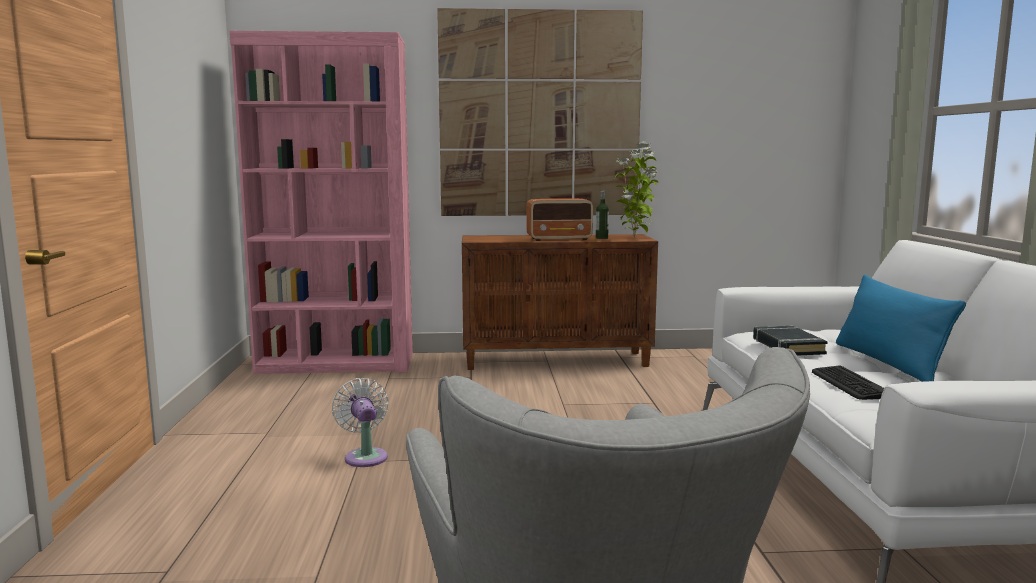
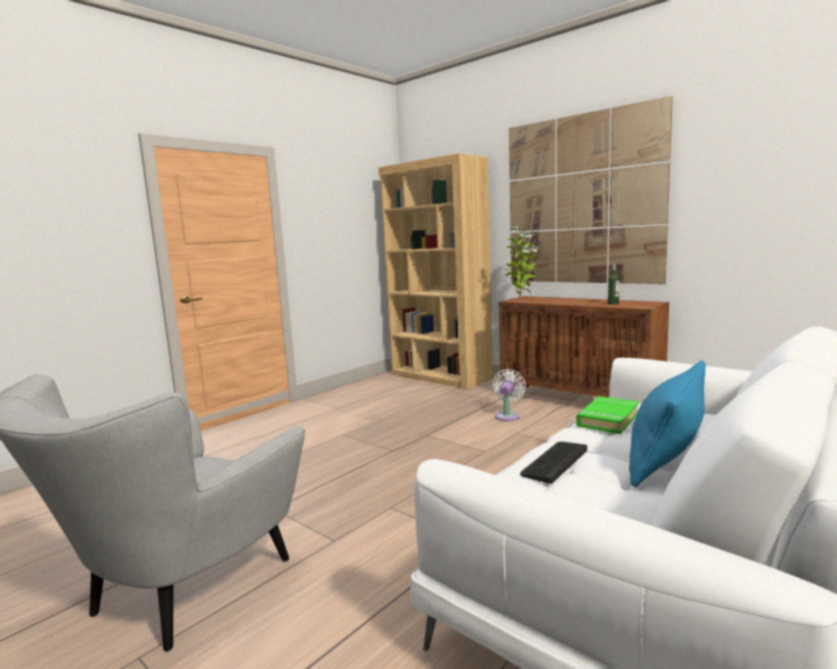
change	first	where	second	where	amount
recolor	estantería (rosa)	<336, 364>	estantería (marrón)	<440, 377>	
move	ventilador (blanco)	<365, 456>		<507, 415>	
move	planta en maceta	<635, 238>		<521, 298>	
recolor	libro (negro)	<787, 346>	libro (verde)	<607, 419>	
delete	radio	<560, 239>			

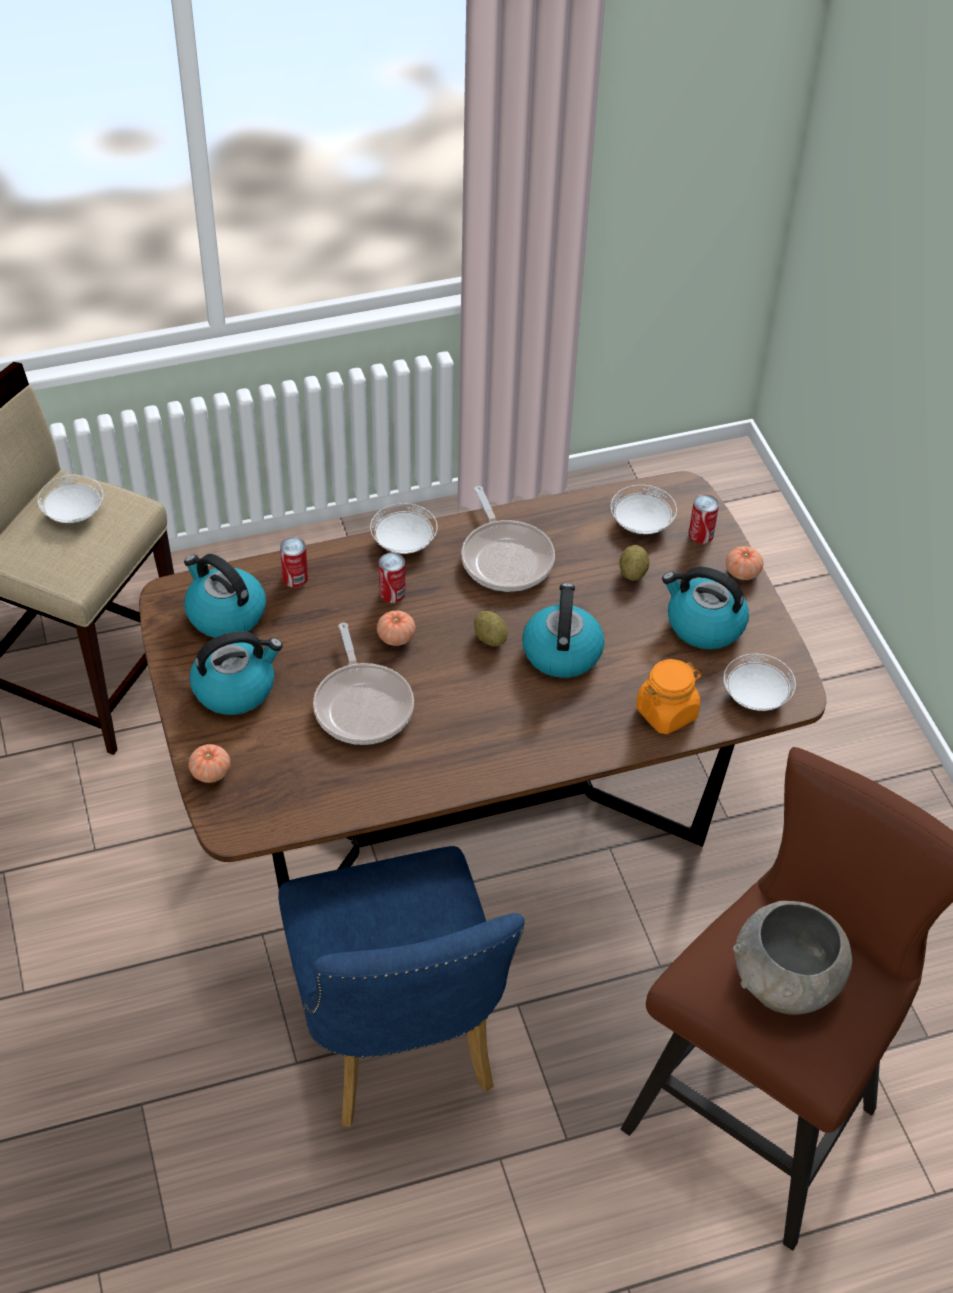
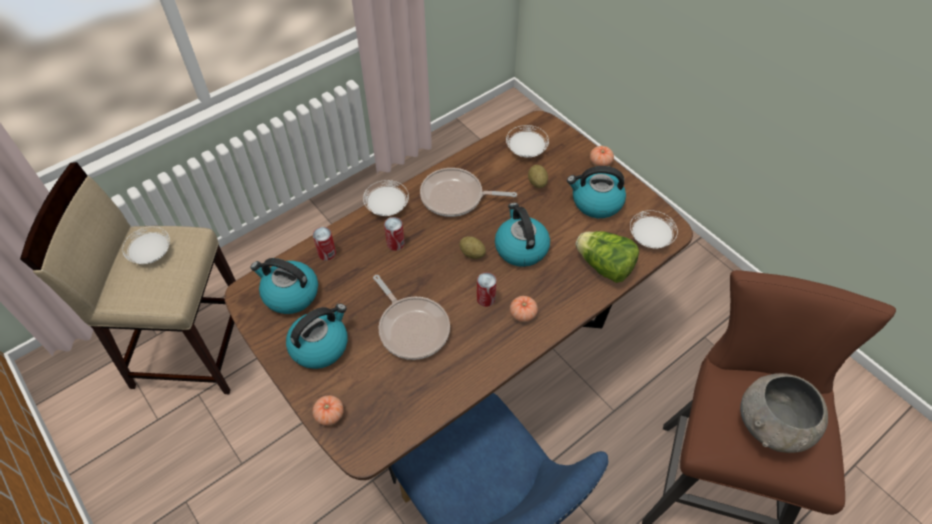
change	first	where	second	where	amount
rotate	sartén	<505, 558>		<456, 197>	135 degrees clockwise
move	lata	<701, 534>		<486, 298>	
move	tomate	<396, 637>		<523, 314>	
replace	tarro (naranja)	<667, 712>	lechuga	<604, 267>	

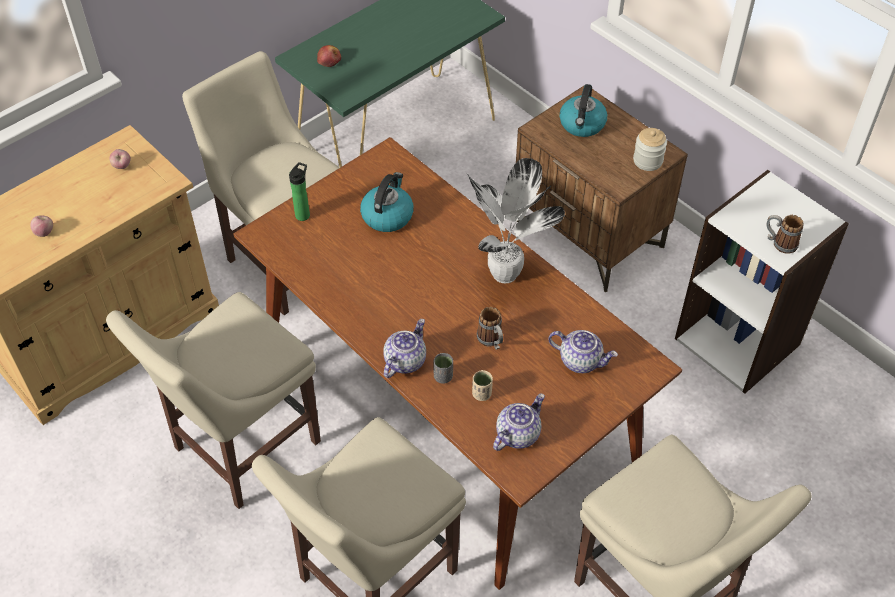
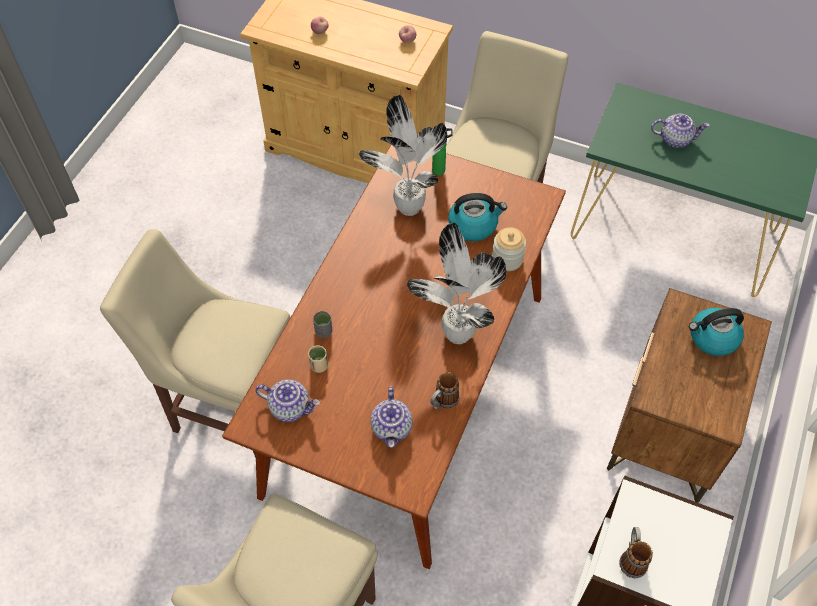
change	first	where	second	where	amount
insert			planta en maceta	<408, 209>	
move	taza grande	<492, 341>		<443, 402>	
move	tarro	<647, 161>		<507, 259>	
move	tetera	<404, 361>		<675, 139>	
delete	silla (beis)	<241, 448>			
delete	manzana	<329, 60>			

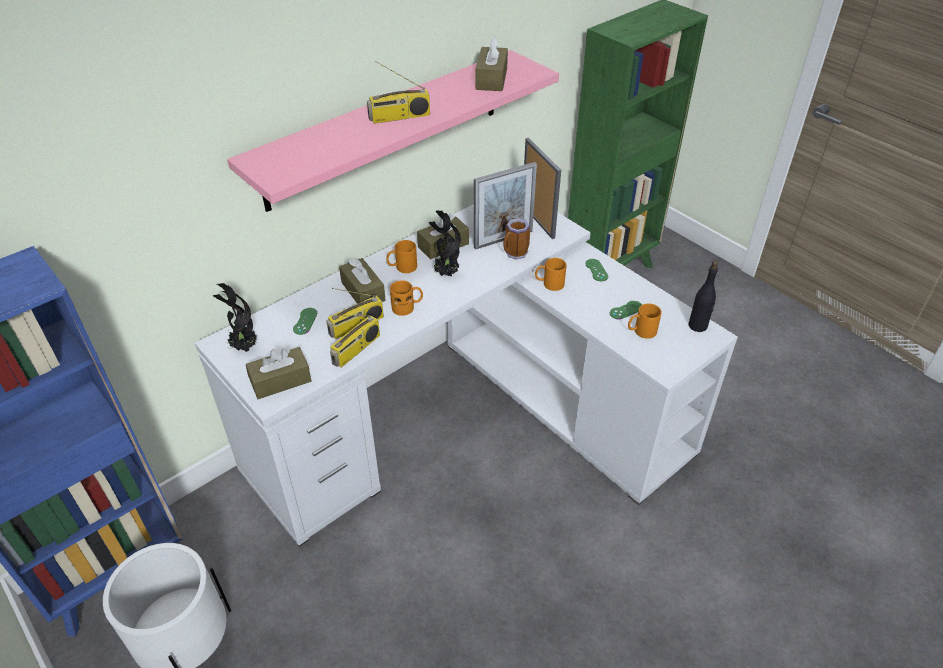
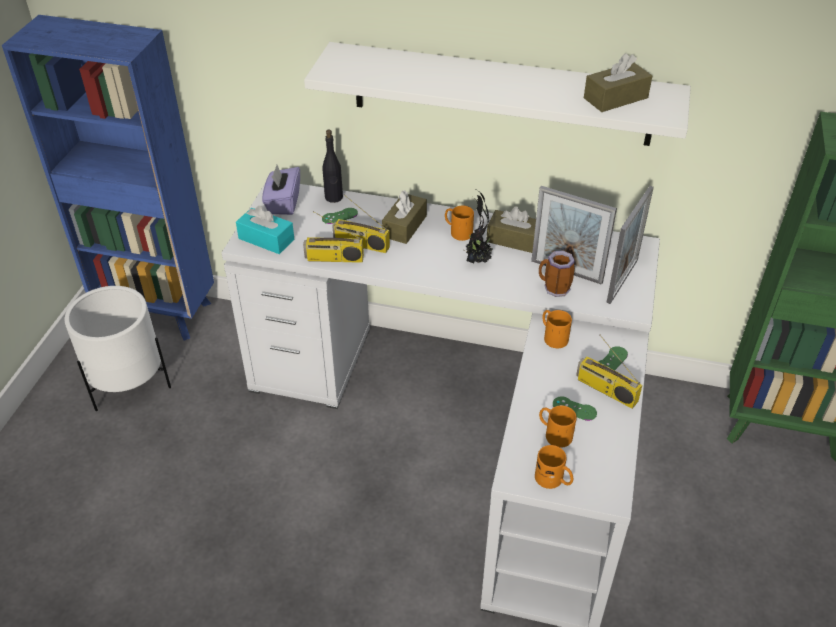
change	first	where	second	where	amount
recolor	caja de pañuelos (marrón)	<280, 381>	caja de pañuelos (turquesa)	<266, 239>	
replace	planta en maceta	<243, 347>	caja de pañuelos (morado)	<283, 203>	
recolor	estante (rosa)	<386, 129>	estante (blanco)	<501, 94>	
move	botella (negro)	<698, 326>		<334, 197>	
move	taza grande (naranja)	<407, 307>		<554, 480>	
move	radio	<399, 117>		<605, 390>	

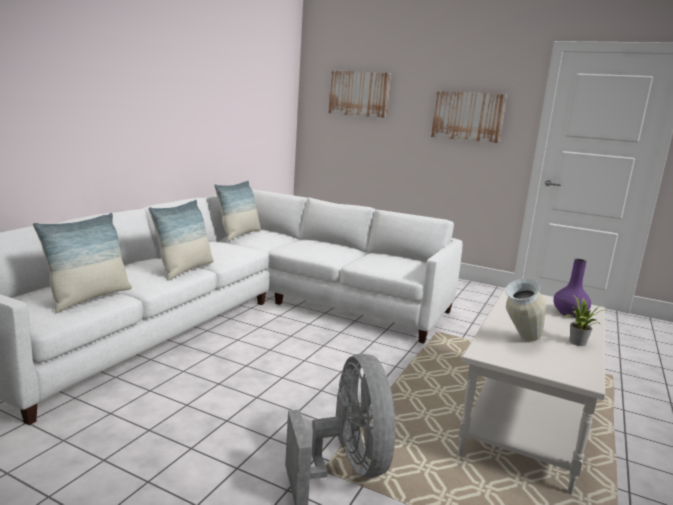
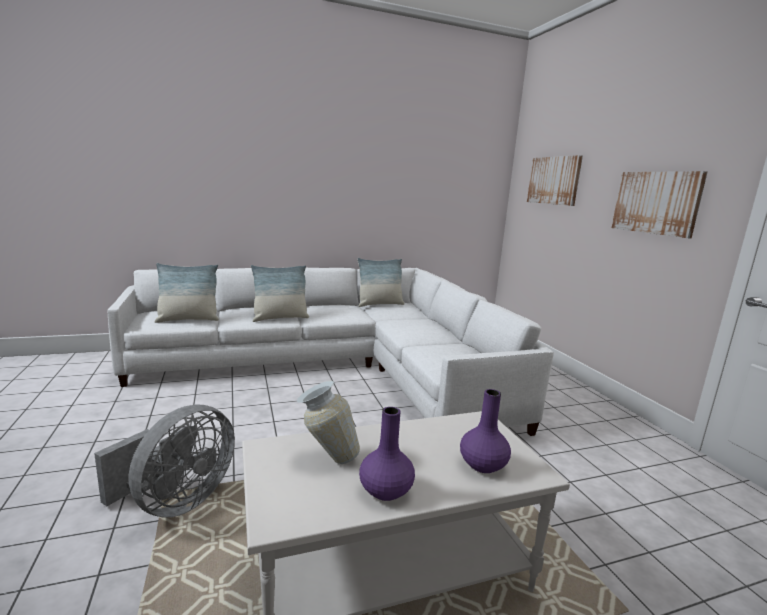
change	first	where	second	where	amount
replace	planta en maceta	<575, 342>	florero (morado)	<386, 491>	

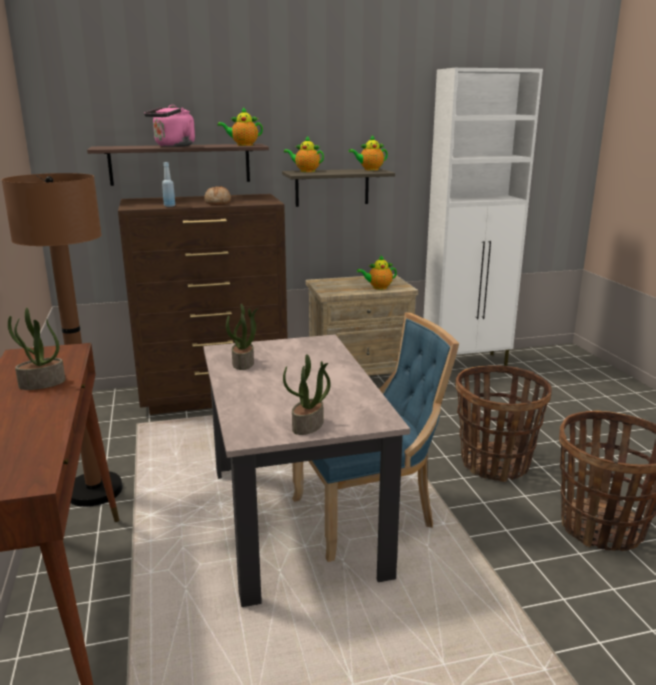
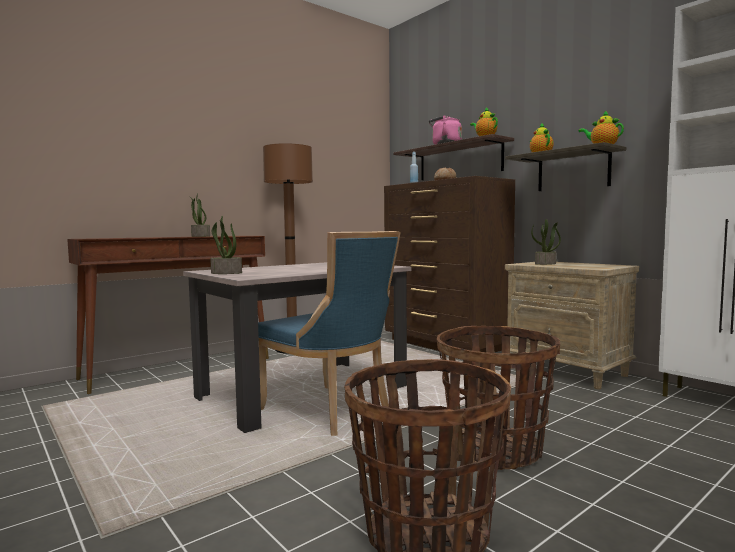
change	first	where	second	where	amount
move	planta en maceta	<243, 363>		<545, 264>	
delete	tetera	<378, 287>			

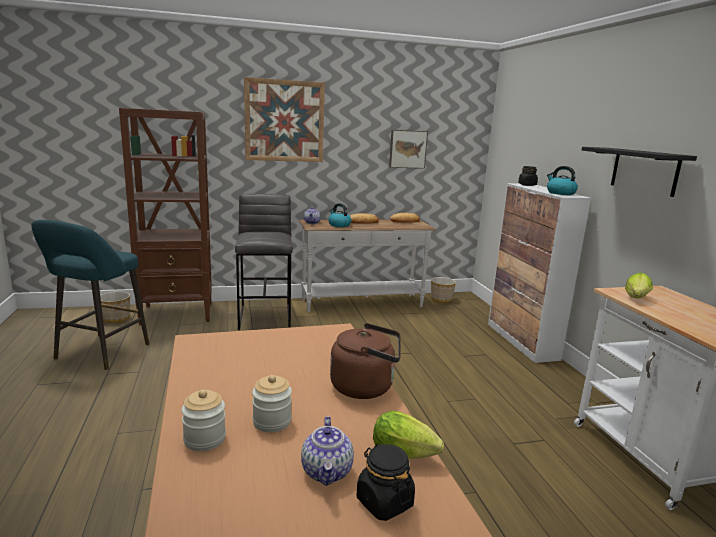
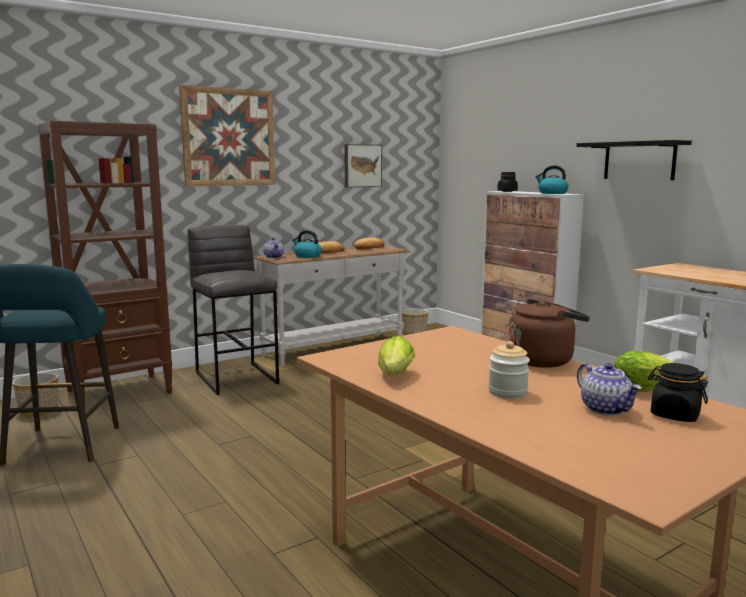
change	first	where	second	where	amount
move	lechuga	<636, 299>		<394, 376>	
delete	tarro	<204, 439>			

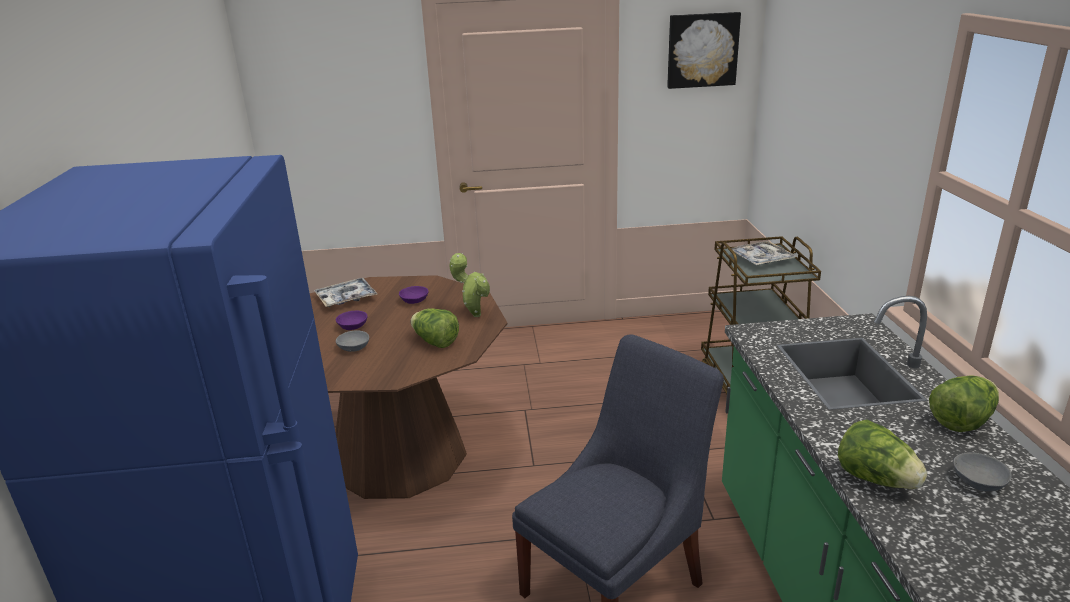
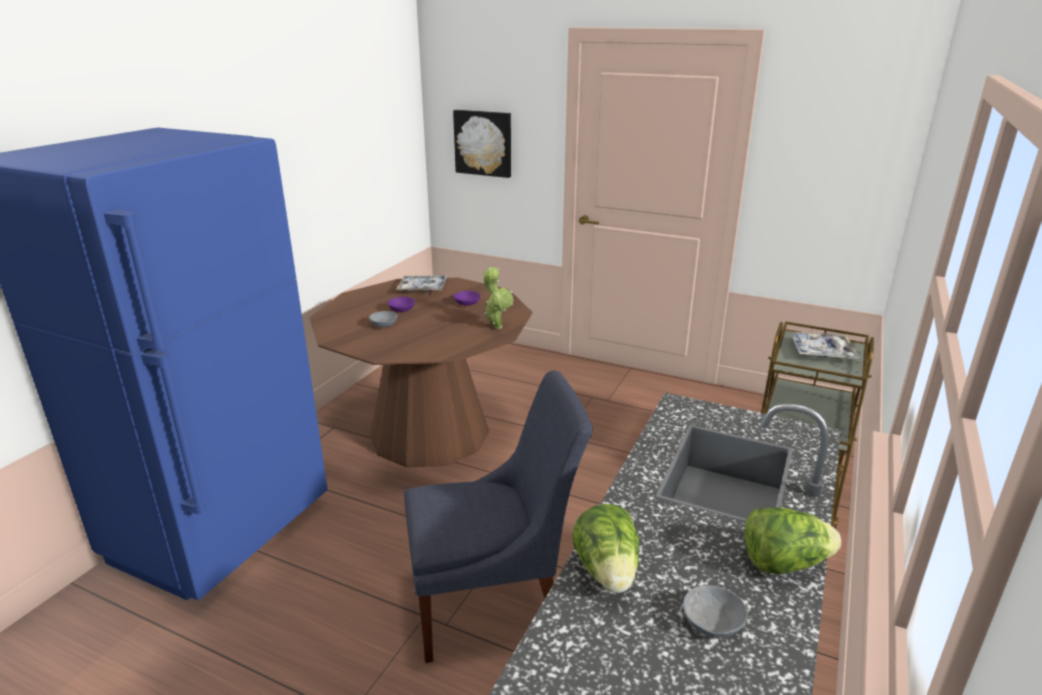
change	first	where	second	where	amount
move	cuadro	<702, 50>		<483, 143>	
delete	lechuga	<435, 342>			

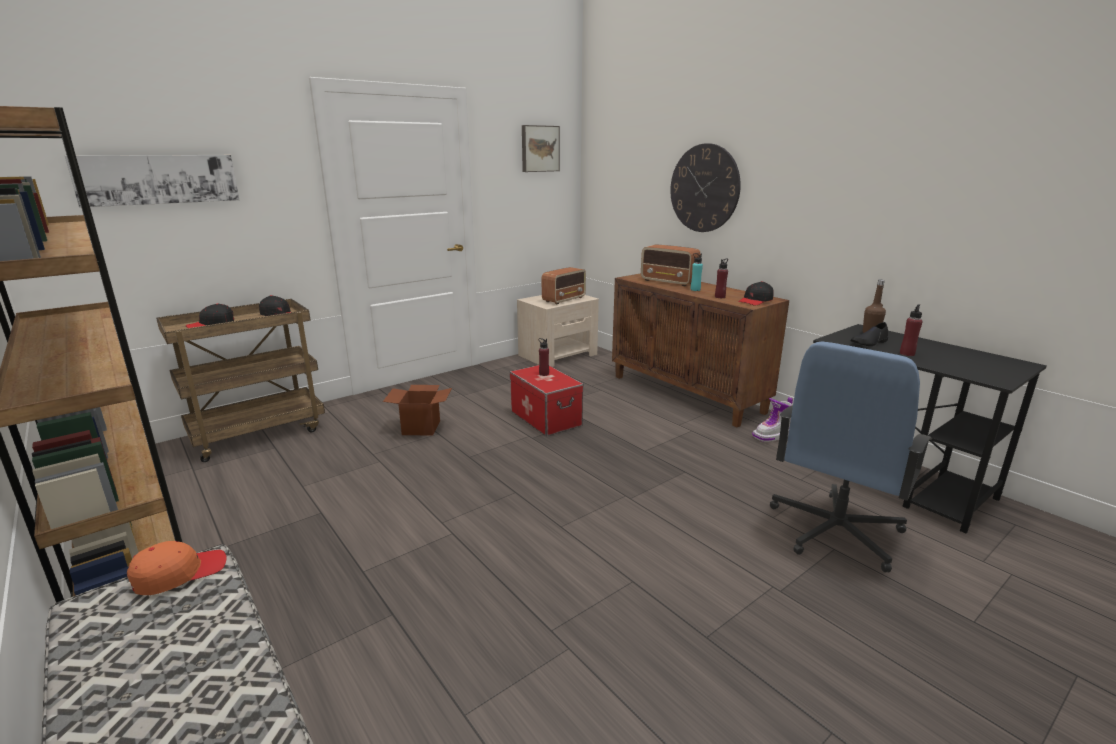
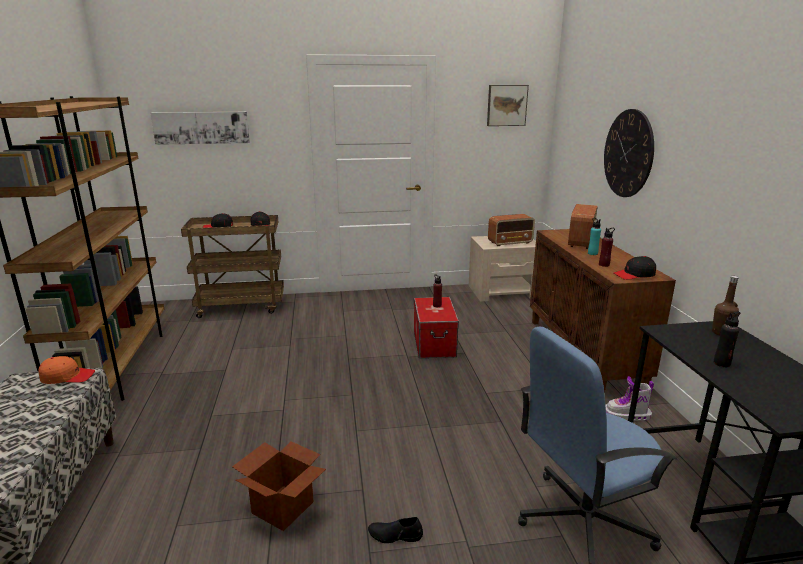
change	first	where	second	where	amount
move	caja de cartón	<421, 428>		<283, 508>	
move	zapato (negro)	<869, 342>		<395, 535>	
rotate	radio	<669, 282>		<581, 241>	135 degrees counterclockwise
recolor	botella (rojo)	<907, 354>	botella (negro)	<722, 363>	

